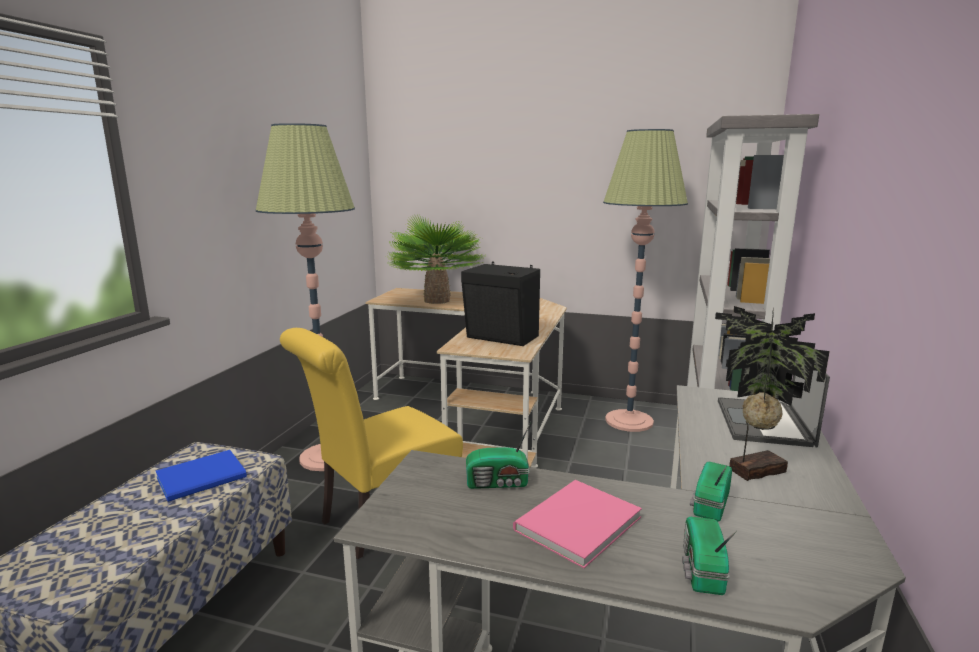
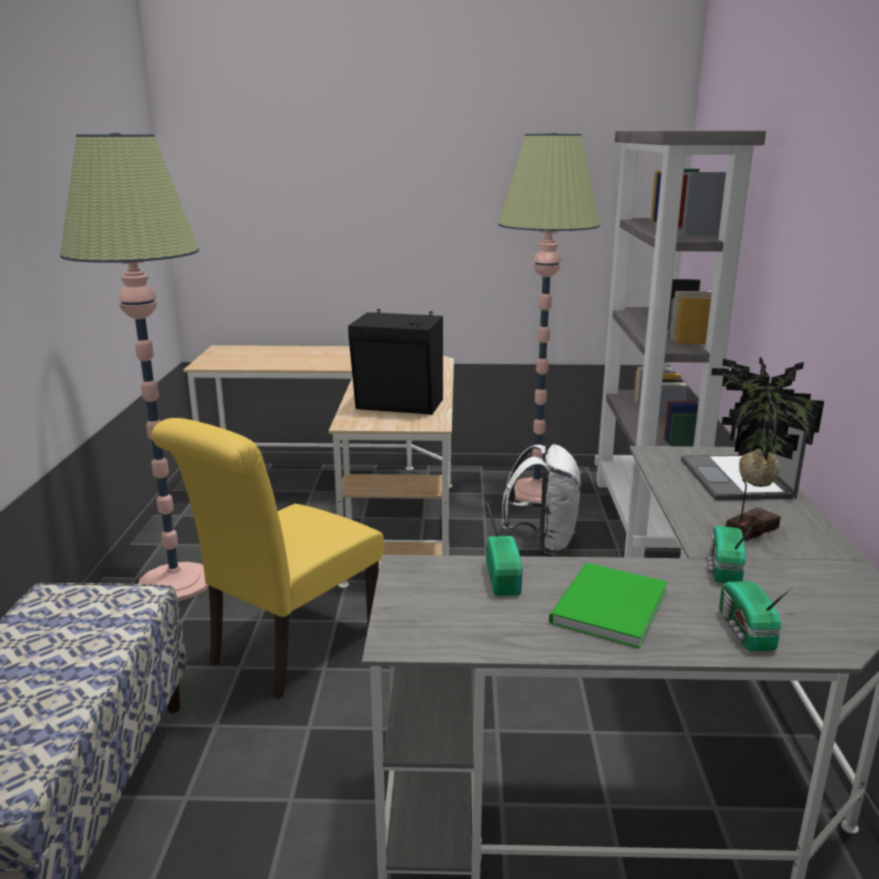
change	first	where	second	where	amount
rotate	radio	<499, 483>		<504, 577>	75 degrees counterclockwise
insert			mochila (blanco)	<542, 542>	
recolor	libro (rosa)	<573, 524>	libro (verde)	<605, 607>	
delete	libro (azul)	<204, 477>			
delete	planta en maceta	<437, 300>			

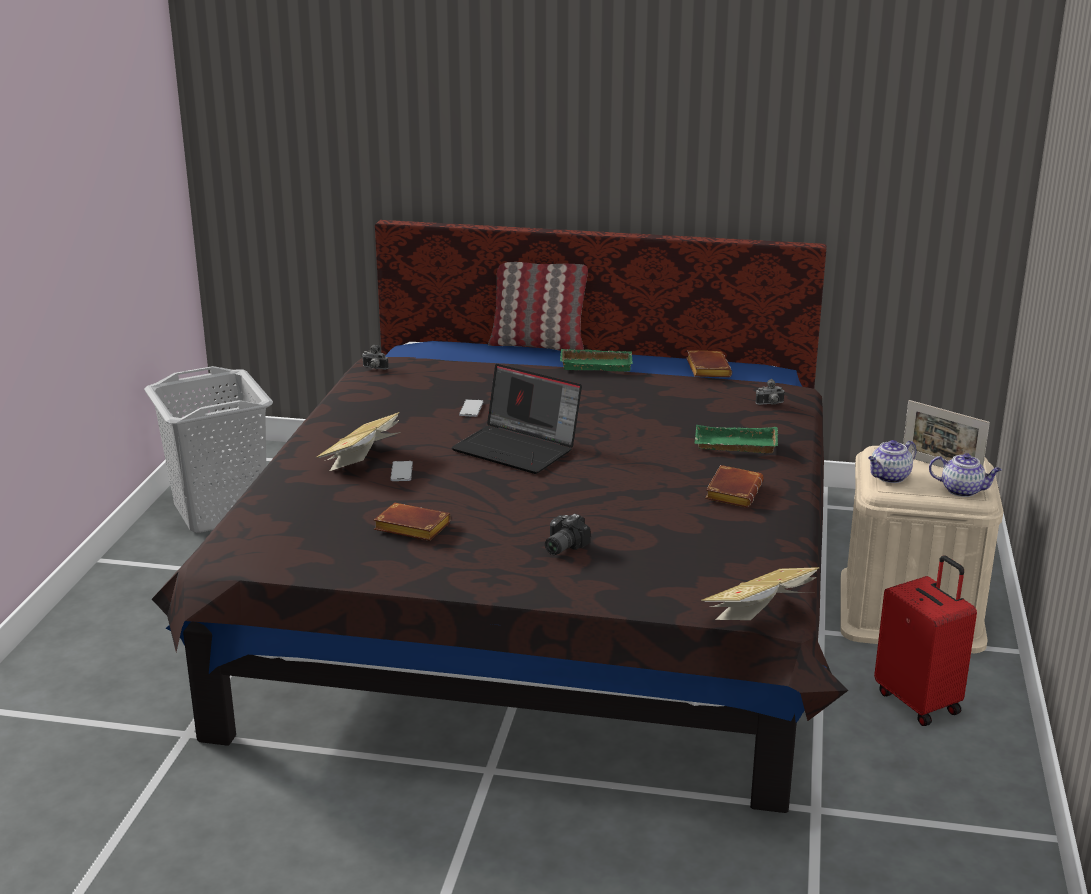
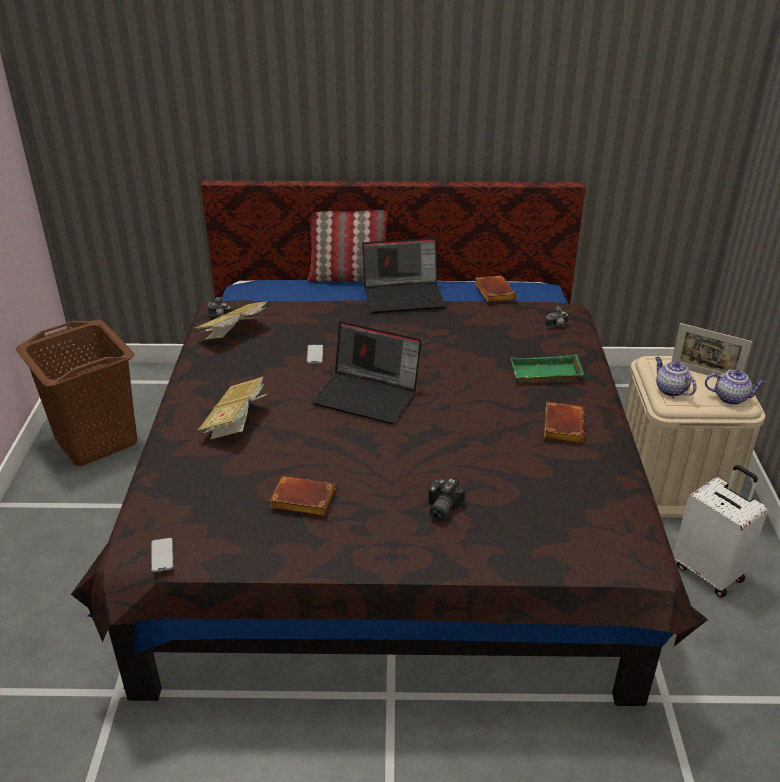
change	first	where	second	where	amount
recolor	cesto de la ropa (gris)	<221, 510>	cesto de la ropa (marrón)	<96, 439>	
move	móvil	<401, 472>		<162, 555>	
move	libro	<761, 614>		<234, 333>	
replace	bandeja (verde)	<597, 364>	portátil	<404, 296>	
rotate	tetera	<889, 477>		<670, 389>	105 degrees clockwise
recolor	maleta (rojo)	<919, 701>	maleta (blanco)	<709, 572>	

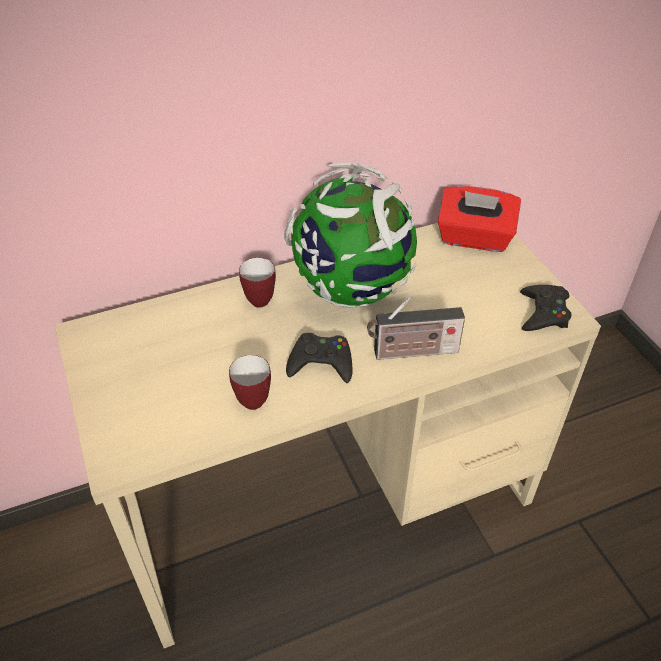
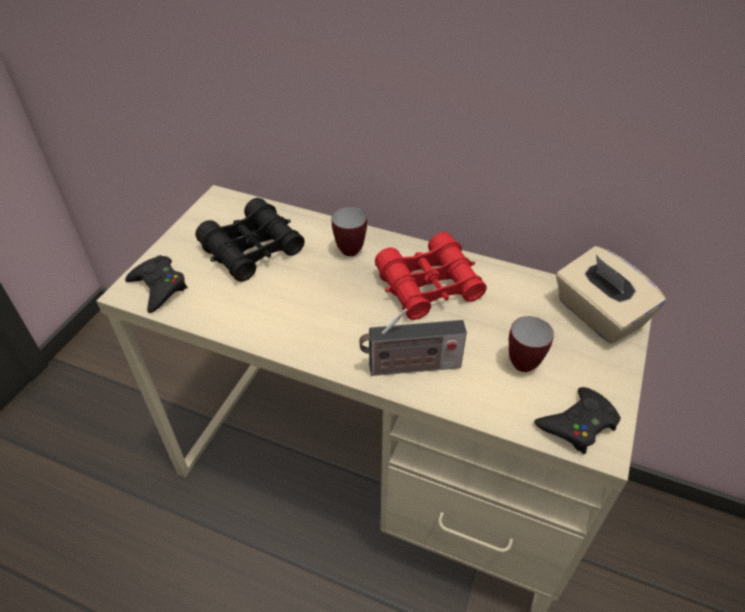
change	first	where	second	where	amount
move	mando de consola (negro)	<321, 363>		<159, 287>	
insert			prismáticos (negro)	<252, 249>	
rotate	radio	<412, 352>		<410, 367>	45 degrees counterclockwise
replace	globo terráqueo	<351, 289>	prismáticos (rojo)	<429, 286>	
move	taza grande	<252, 397>		<525, 360>	
recolor	caja de pañuelos (rojo)	<474, 238>	caja de pañuelos (beis)	<598, 315>	

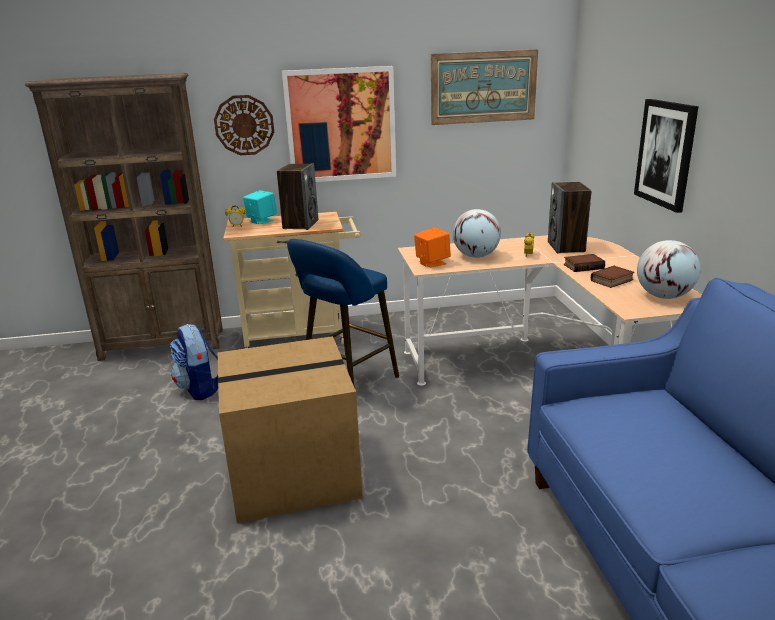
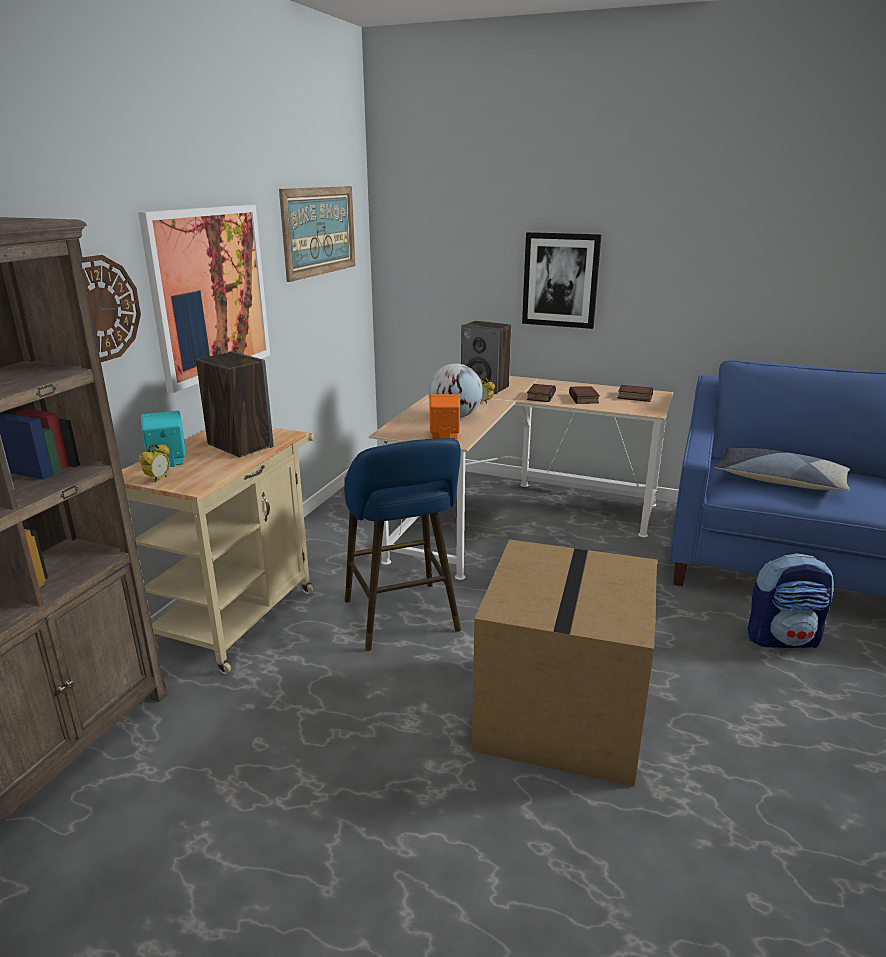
change	first	where	second	where	amount
replace	globo terráqueo	<663, 296>	libro	<634, 397>	
insert			cojín	<779, 481>	
move	mochila	<200, 389>		<783, 639>	

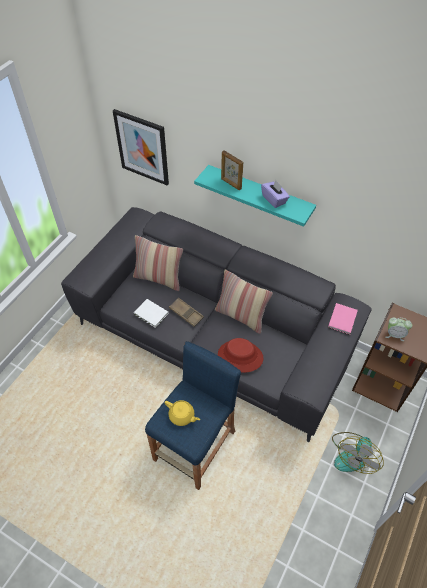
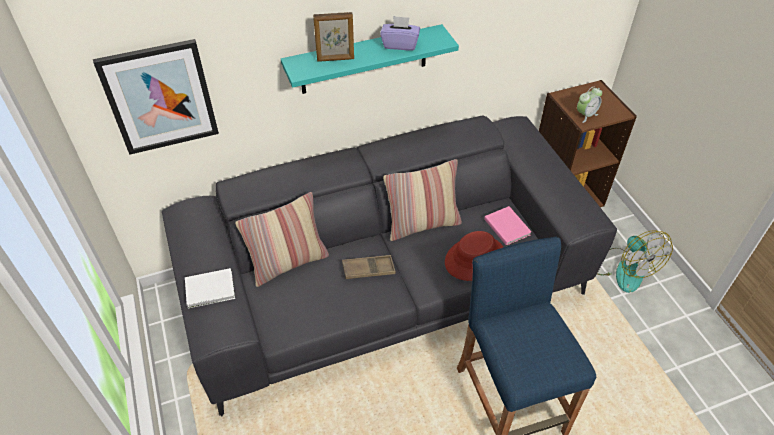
change	first	where	second	where	amount
move	libro (blanco)	<151, 314>		<211, 290>	
move	libro (rosa)	<343, 319>		<507, 226>	
delete	tetera (amarillo)	<182, 416>			

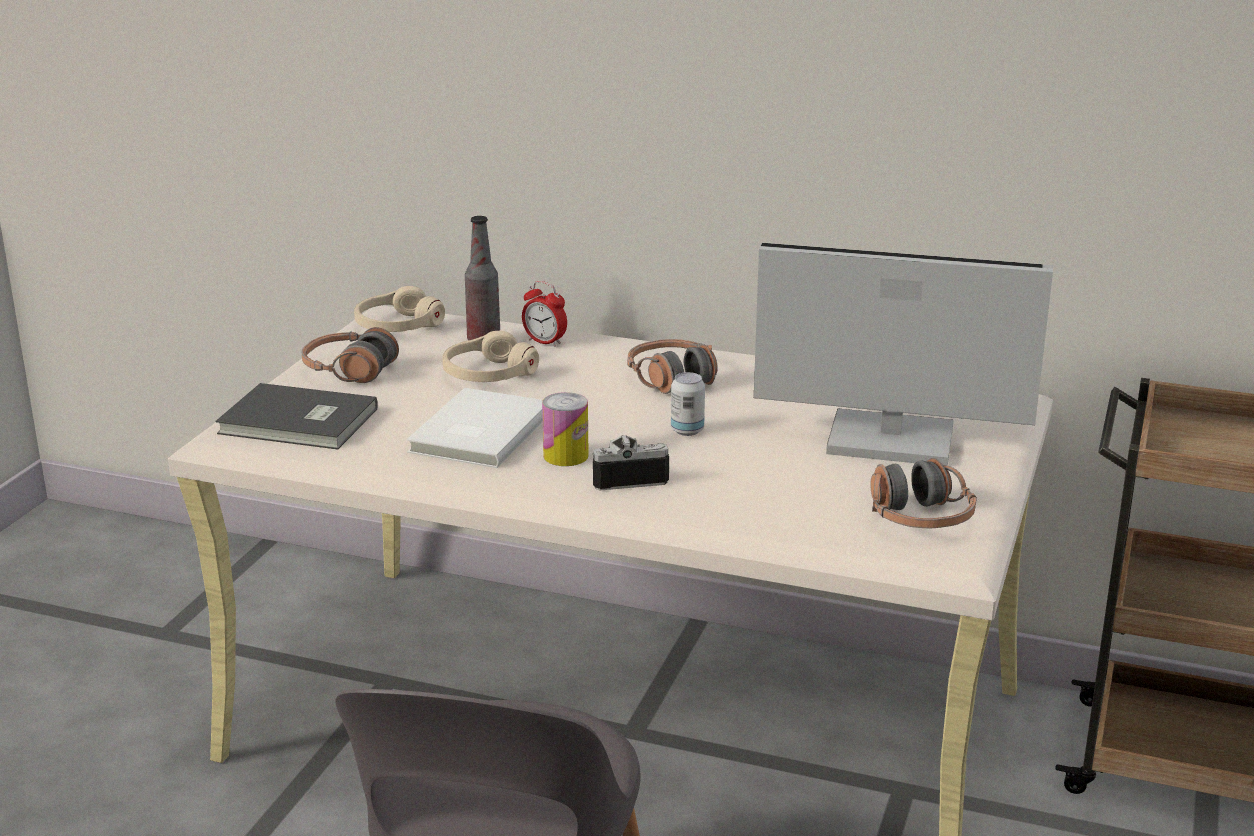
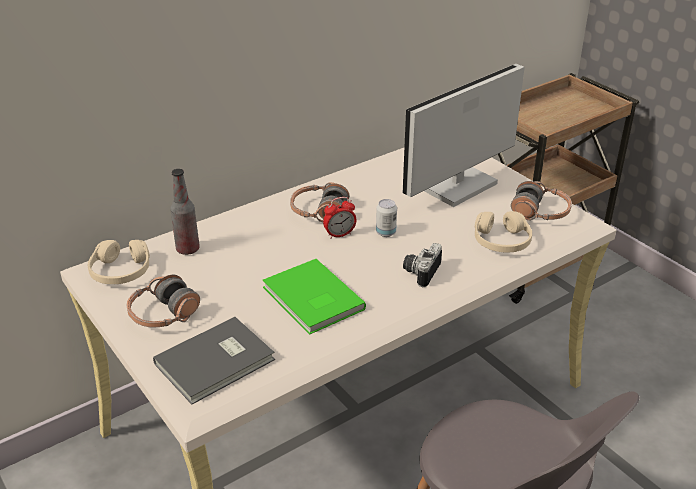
change	first	where	second	where	amount
recolor	libro (blanco)	<476, 433>	libro (verde)	<312, 300>	
move	despertador	<545, 342>		<339, 234>	
move	auriculares (beis)	<488, 374>		<501, 241>	
delete	lata	<566, 456>			

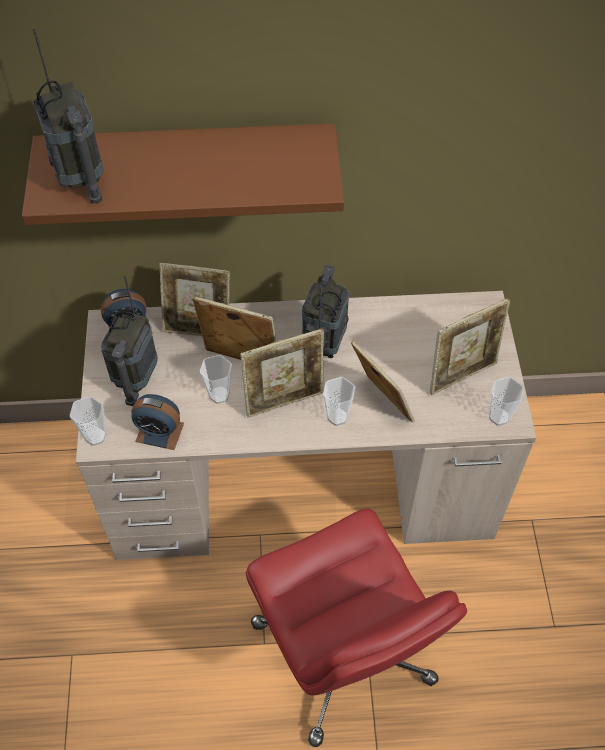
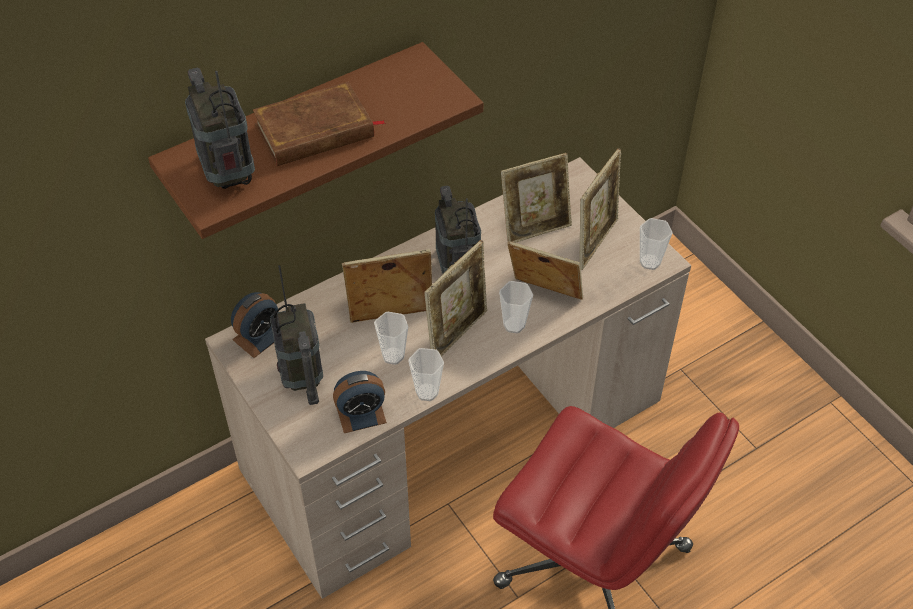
change	first	where	second	where	amount
rotate	radio	<80, 179>		<229, 176>	150 degrees counterclockwise
insert			libro (marrón)	<315, 131>	
move	taza	<95, 436>		<427, 392>	
move	portarretratos	<198, 325>		<535, 226>	

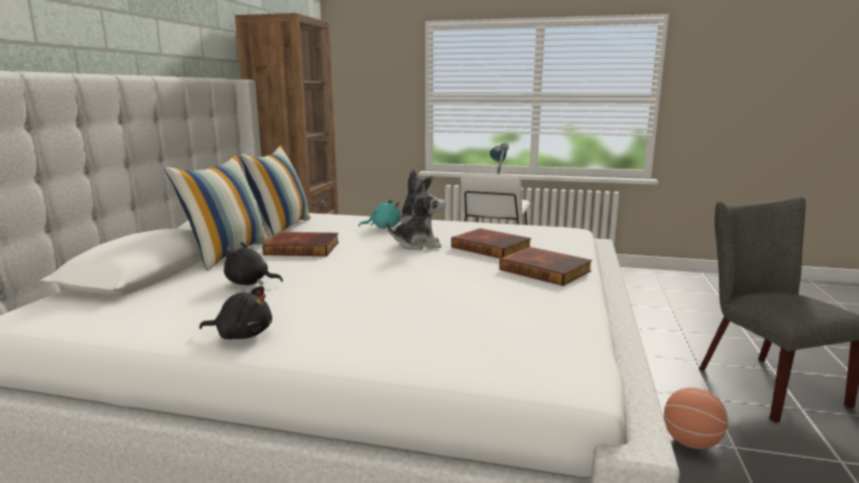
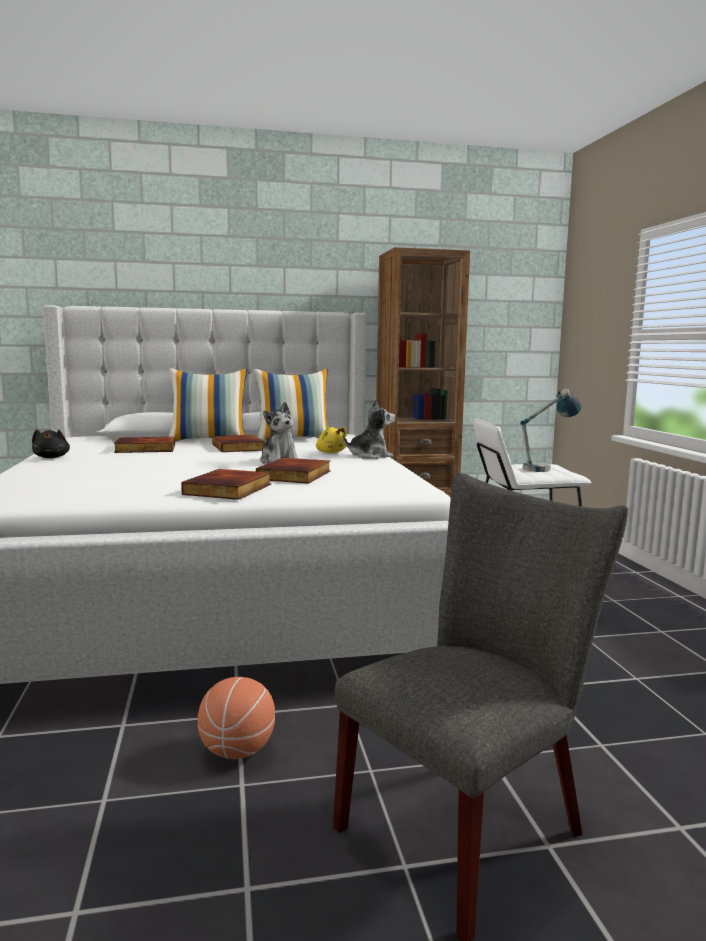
change	first	where	second	where	amount
replace	peluche (negro)	<249, 283>	libro	<145, 449>	
recolor	peluche (turquesa)	<383, 227>	peluche (amarillo)	<330, 452>	

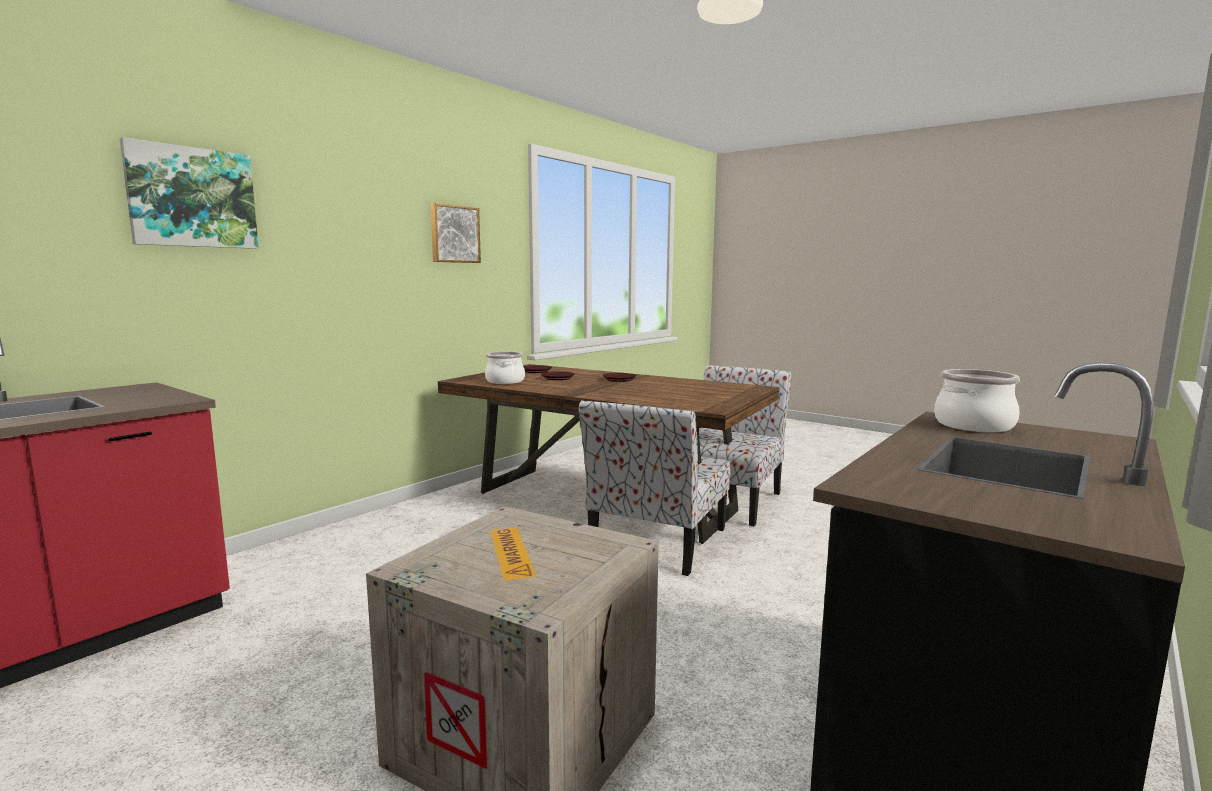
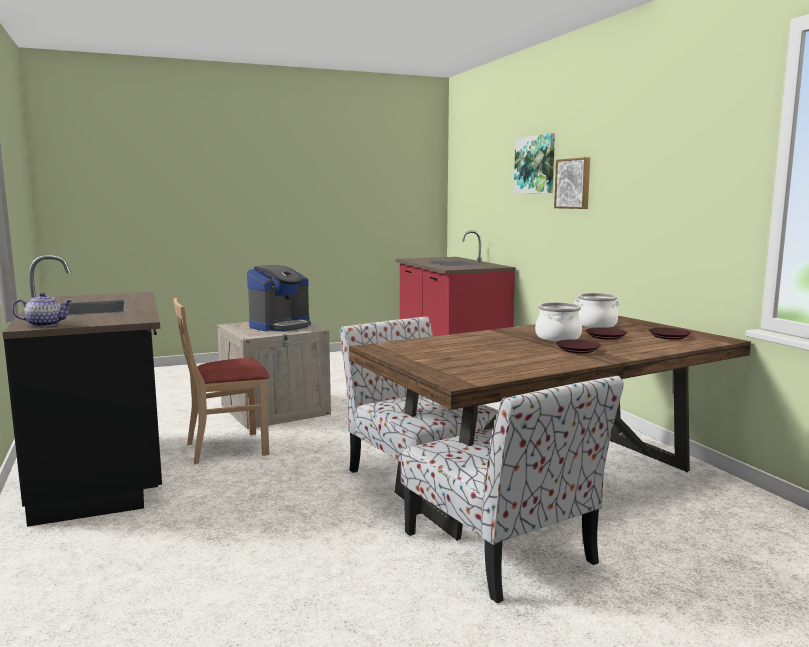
change	first	where	second	where	amount
insert			tetera	<45, 324>	
insert			silla (beis)	<227, 448>	
insert			cafetera	<280, 326>	
move	olla	<973, 425>		<558, 337>	
move	cuadro	<454, 234>		<574, 183>	

